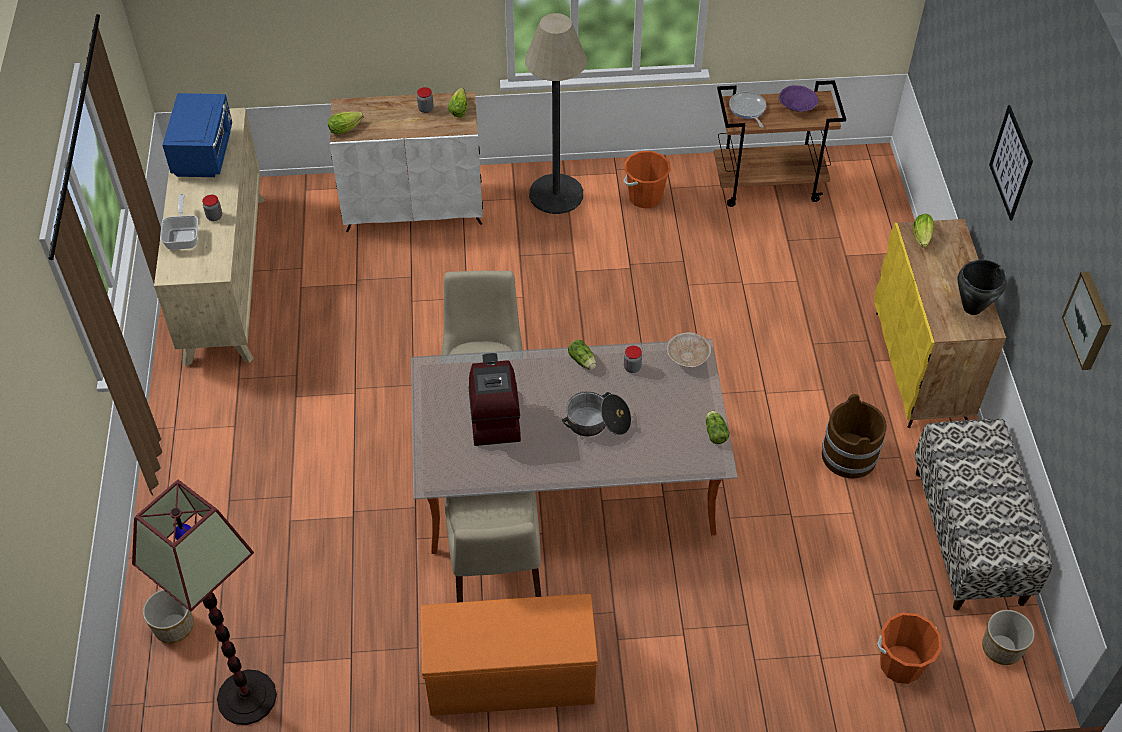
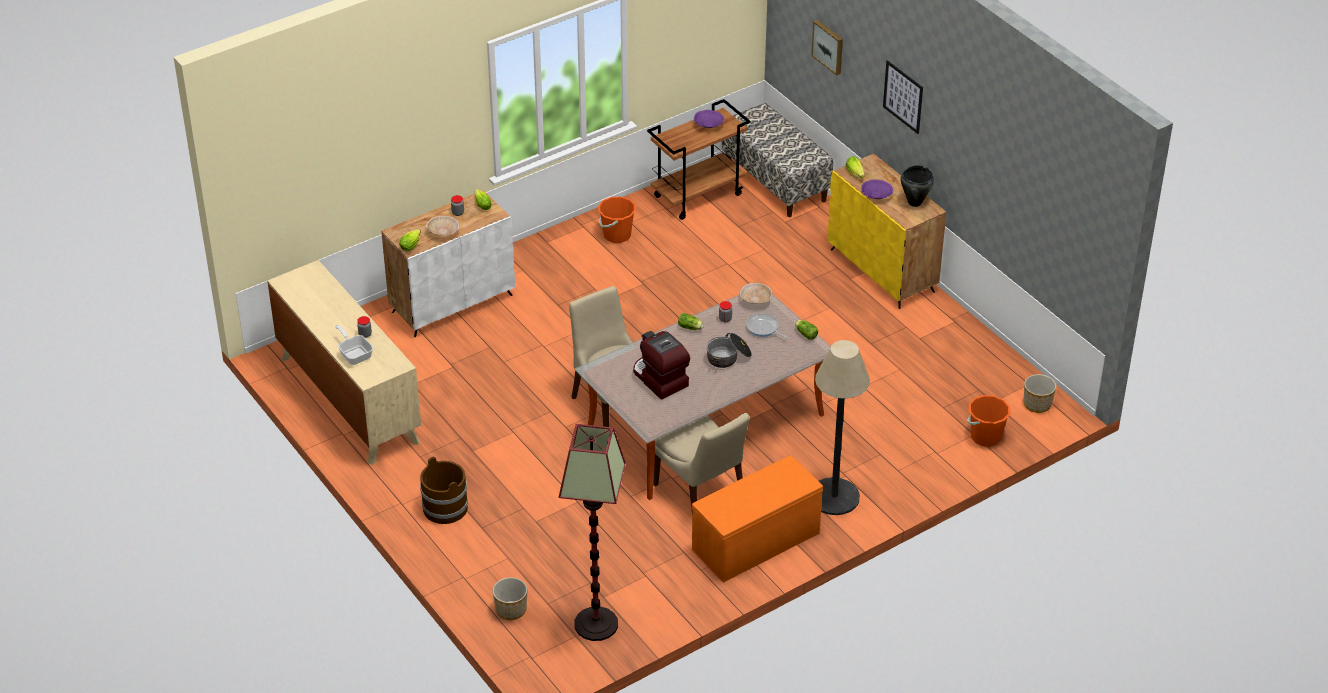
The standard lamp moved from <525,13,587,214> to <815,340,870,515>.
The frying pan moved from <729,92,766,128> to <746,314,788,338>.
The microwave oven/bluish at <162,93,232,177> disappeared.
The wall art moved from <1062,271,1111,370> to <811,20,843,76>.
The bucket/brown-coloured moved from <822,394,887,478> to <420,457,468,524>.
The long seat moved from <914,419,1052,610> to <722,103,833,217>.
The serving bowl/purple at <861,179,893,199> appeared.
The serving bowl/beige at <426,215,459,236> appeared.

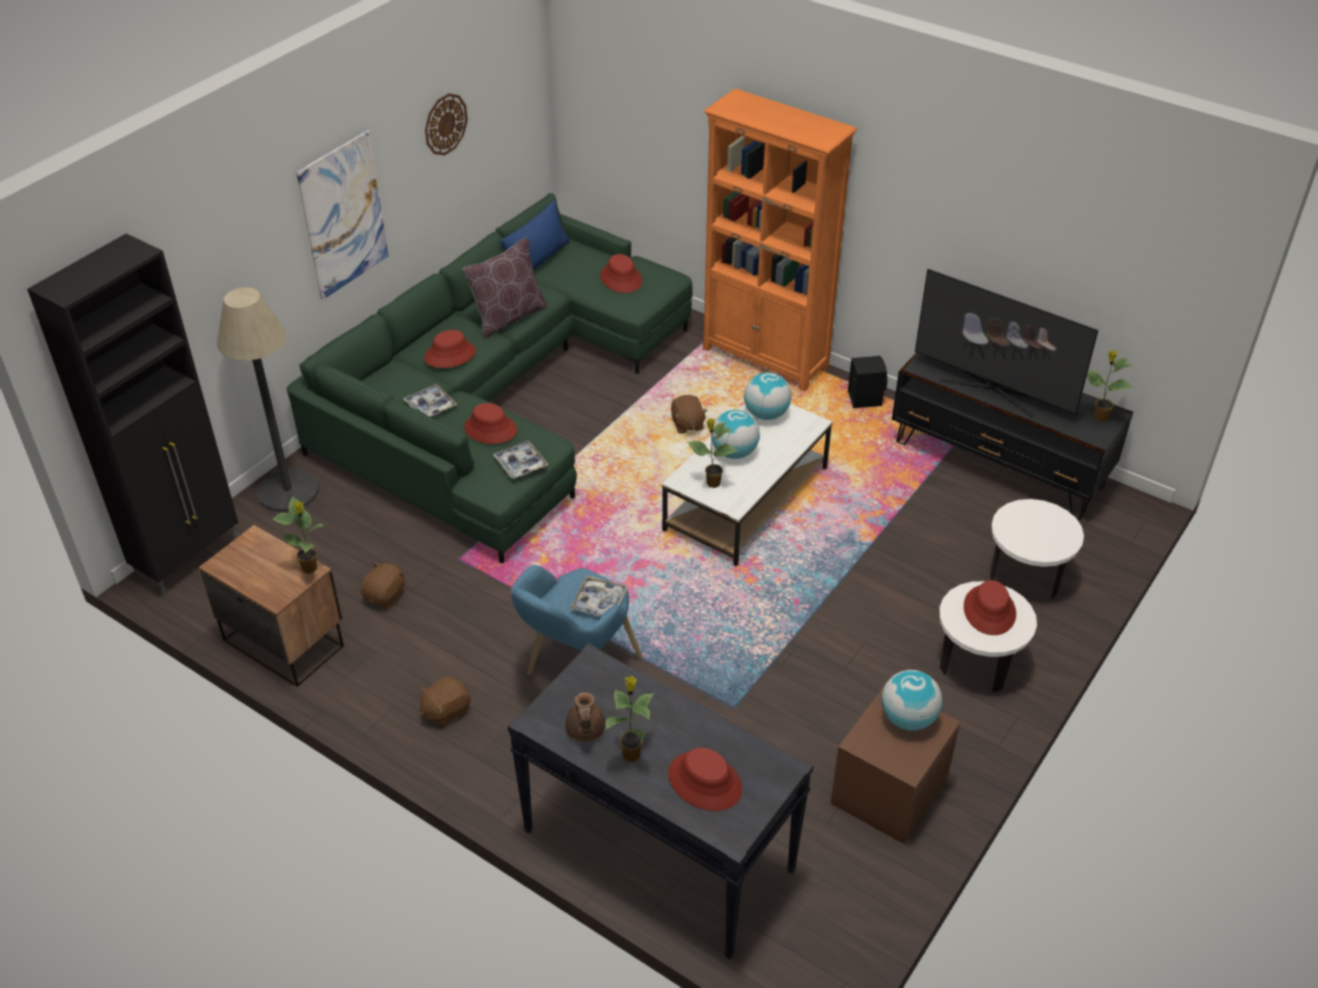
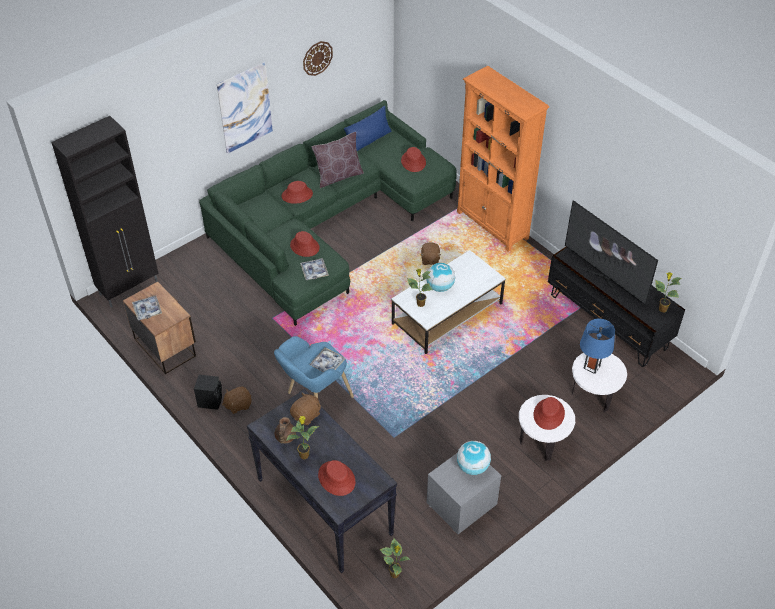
The standard lamp at <217,287,319,512> disappeared.
The speaker/black-coloured moved from <848,356,888,408> to <194,375,222,410>.
The globe at <744,372,791,420> disappeared.
The carrying tray moved from <403,384,457,417> to <132,296,162,320>.
The potted plant moved from <273,497,324,574> to <380,538,410,578>.
The plush toy/brown-coloured moved from <361,562,406,608> to <290,392,321,425>.
The nightstand/brown-coloured at <831,685,961,844> became the nightstand/greyish at <427,453,501,534>.
The lamp for a table/bluish at <580,319,615,374> appeared.

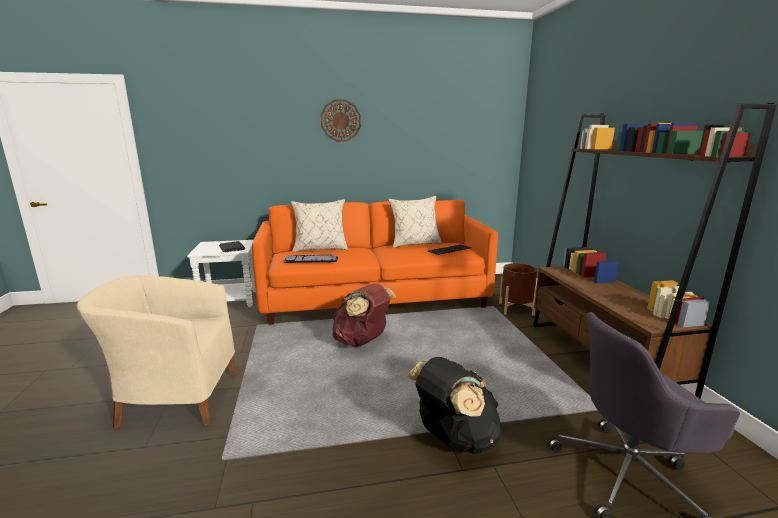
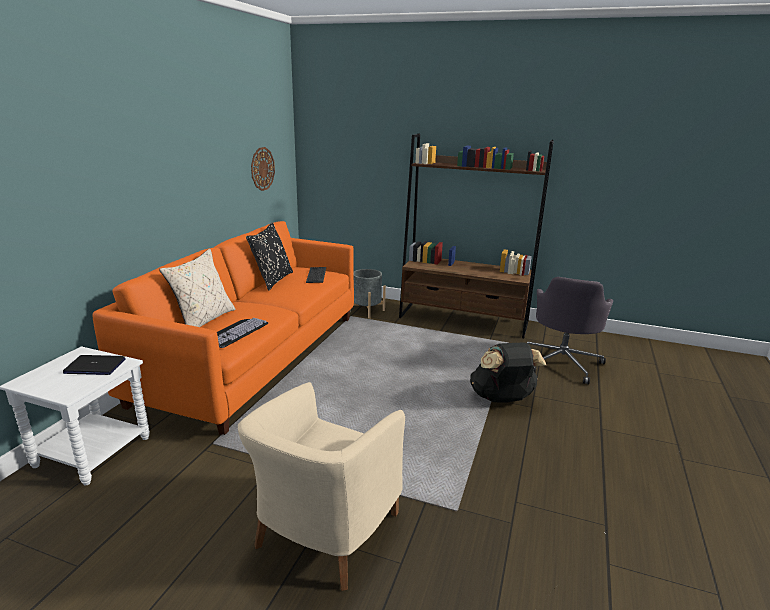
The wall clock moved from <320,99,361,142> to <251,147,275,191>.
The pillow/beige at <388,196,442,248> became the pillow/black-coloured at <246,222,293,291>.
The plant pot/brown-coloured at <499,263,537,316> became the plant pot/greyish at <350,269,386,319>.
The rucksack/brown-coloured at <333,284,396,347> disappeared.

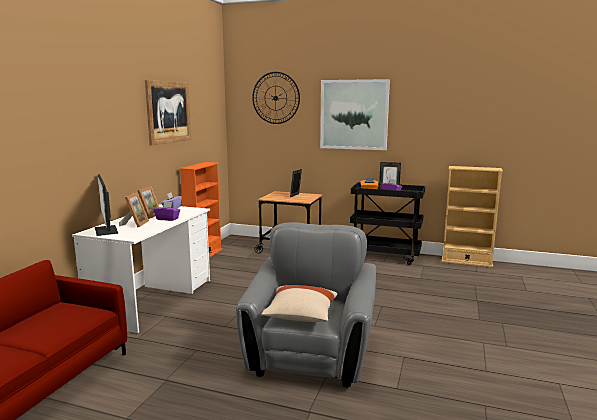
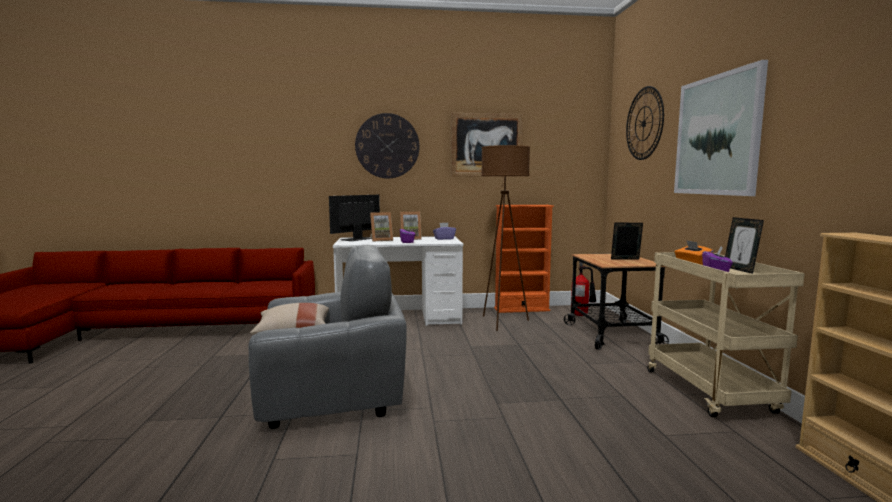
The cart/black-coloured at <350,182,425,265> became the cart/beige at <647,252,805,417>.
The wall clock at <355,113,420,178> appeared.
The standard lamp/brown-coloured at <481,145,530,331> appeared.
The fire extinguisher at <571,262,597,316> appeared.

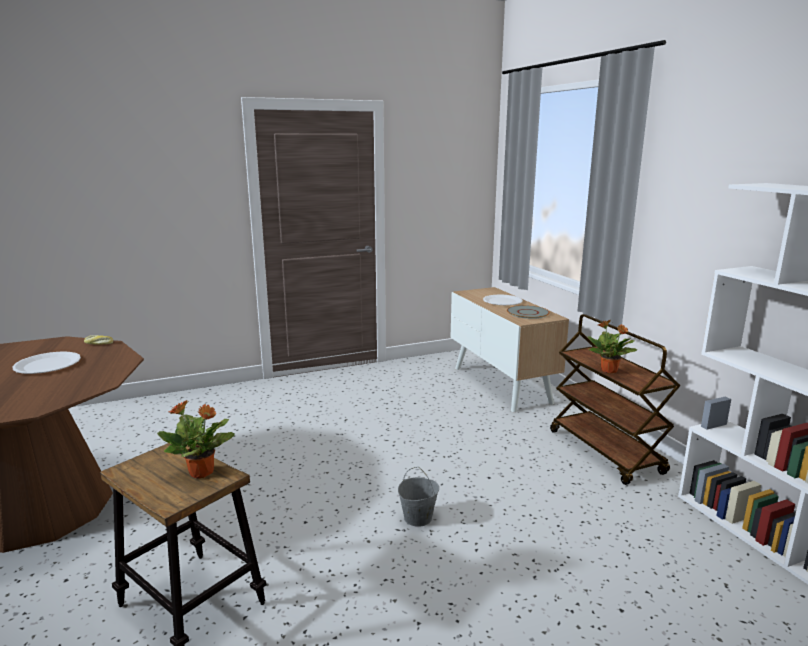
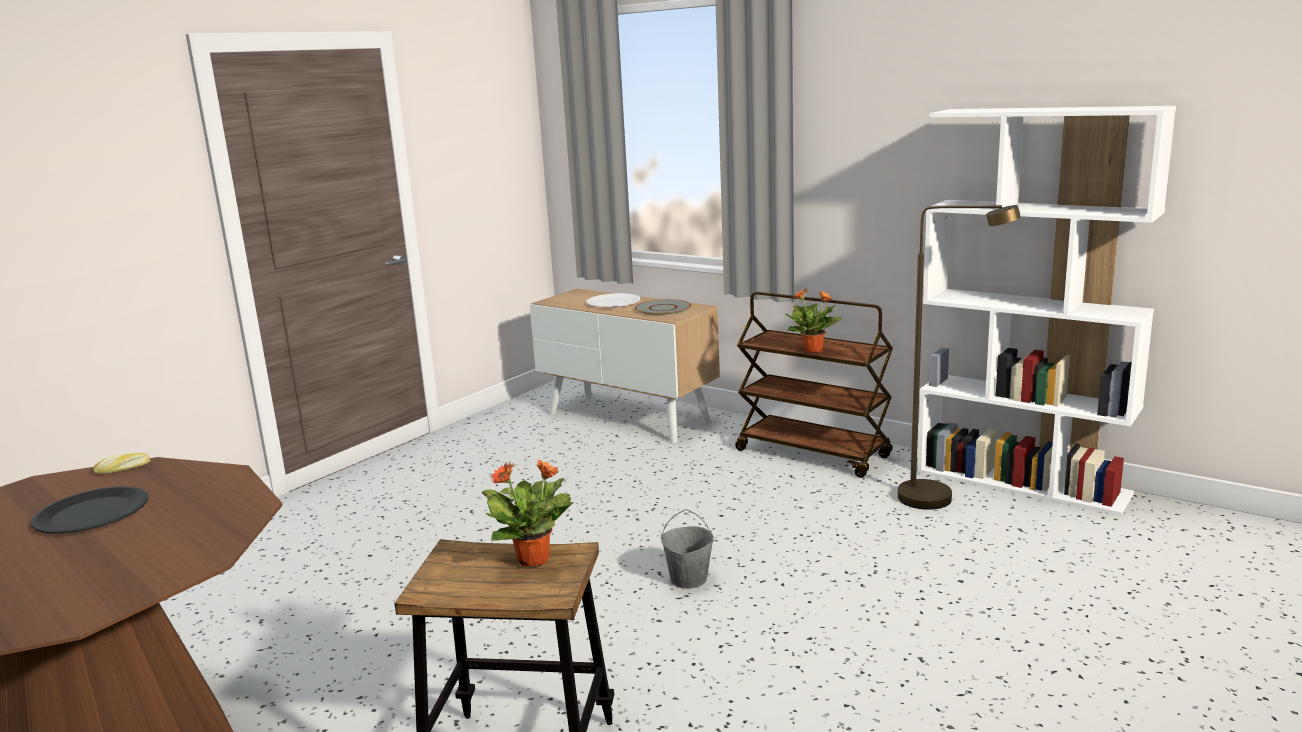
The flat dish/white-coloured at <12,352,81,374> became the flat dish/black-coloured at <31,486,148,534>.
The standard lamp/brown-coloured at <898,205,1021,510> appeared.

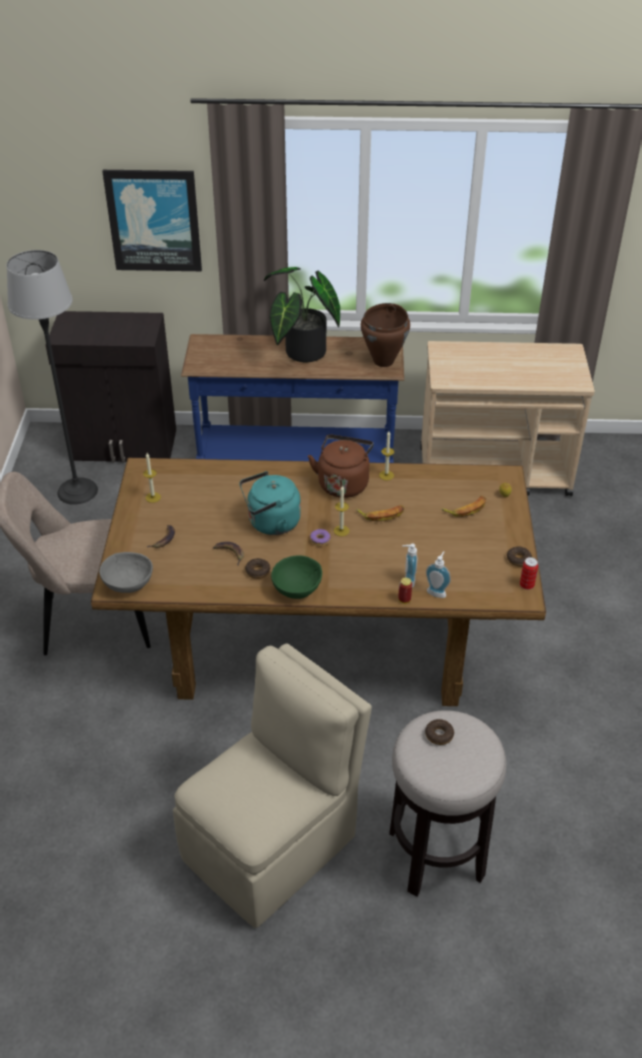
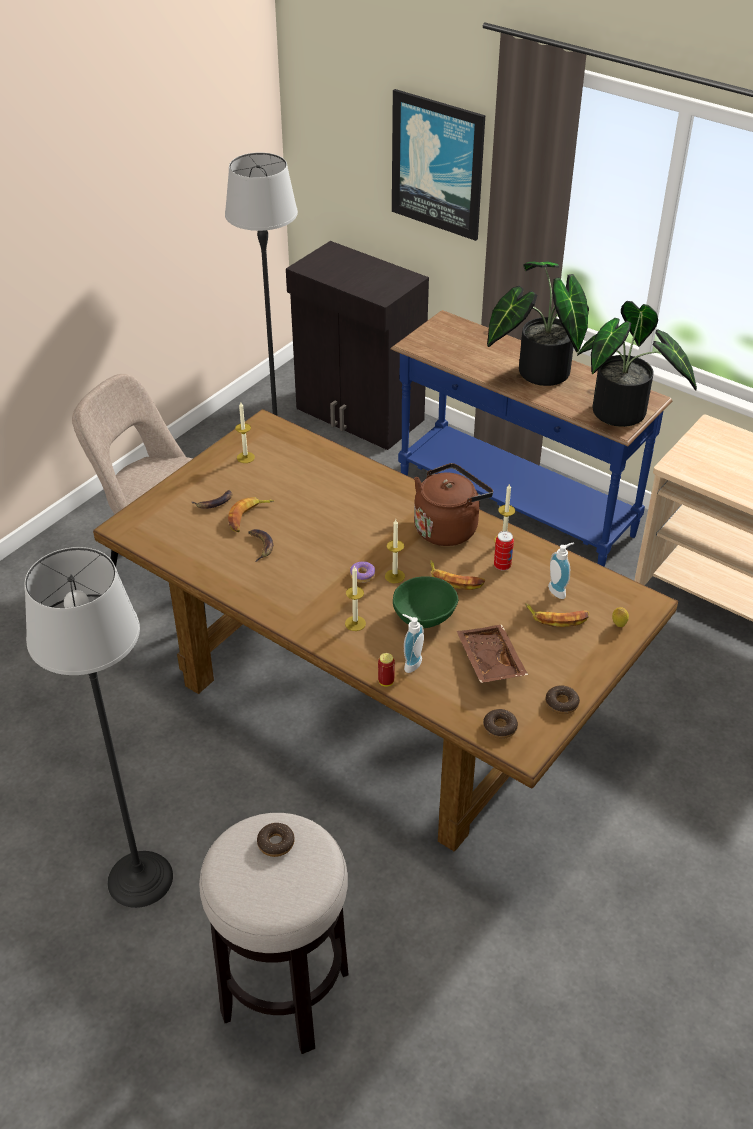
The saucepot/brown-coloured at <361,303,410,367> was replaced by the potted plant at <577,301,697,427>.
The tea kettle/turquoise at <239,471,301,535> disappeared.
The soap bottle moved from <426,551,451,598> to <548,542,574,599>.
The serving bowl/greyish at <99,552,153,593> disappeared.
The serving bowl/green-coloured moved from <271,556,322,599> to <393,576,458,628>.
The sealed can moved from <520,557,538,590> to <494,531,514,571>.
The doughnut moved from <245,558,270,579> to <483,709,518,739>.
The plain chair/beige at <173,643,372,928> was replaced by the standard lamp at <24,547,173,908>.
The banana at <228,497,274,532> appeared.
The wax light at <345,565,366,631> appeared.
The carrying tray/brown-coloured at <457,625,528,683> appeared.

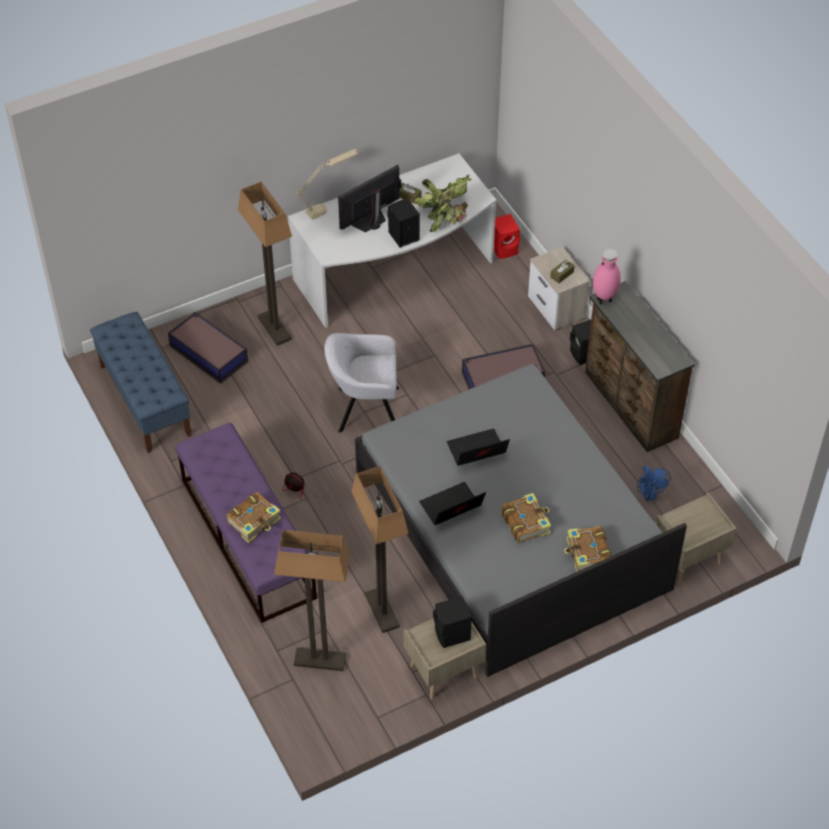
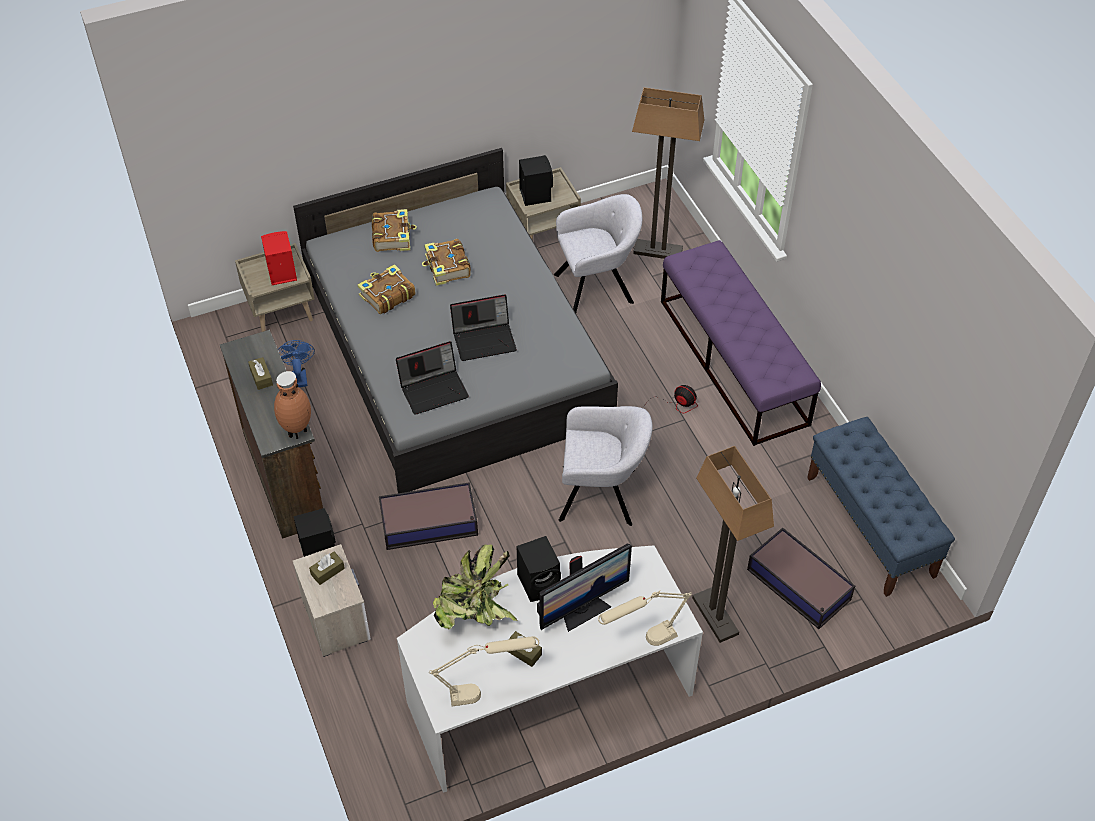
The speaker/red moved from <494,214,520,259> to <261,231,297,285>.
The vase/pink at <593,249,621,305> became the vase/brown-coloured at <274,371,311,439>.
The standard lamp at <351,466,409,633> was replaced by the armchair/greyish at <554,194,642,313>.
The portable computer moved from <419,482,486,525> to <396,341,469,415>.
The book moved from <226,492,281,543> to <357,264,415,314>.
The tissue box/brown-coloured at <248,357,273,390> appeared.
The lamp for a table/beige at <429,636,539,706> appeared.

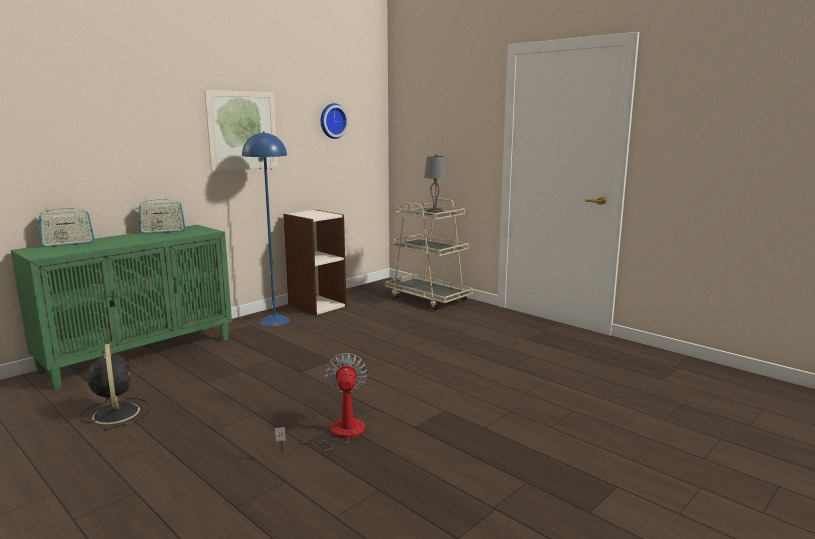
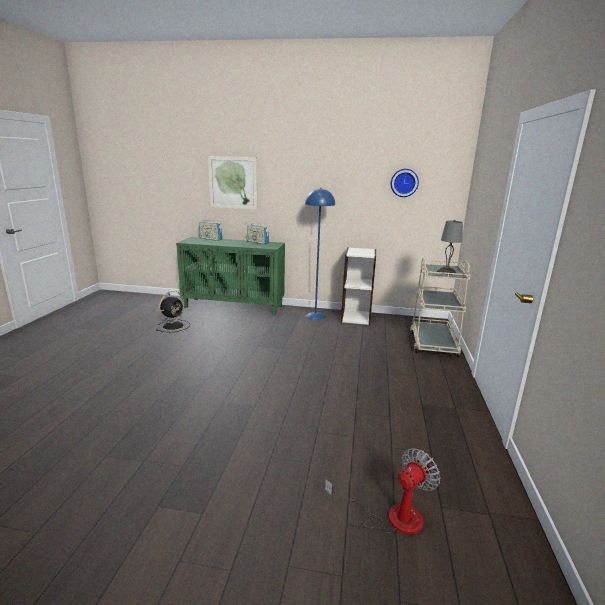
The wall art moved from <204,90,278,171> to <208,156,257,210>.
The electric fan moved from <275,353,368,454> to <325,448,440,535>.

